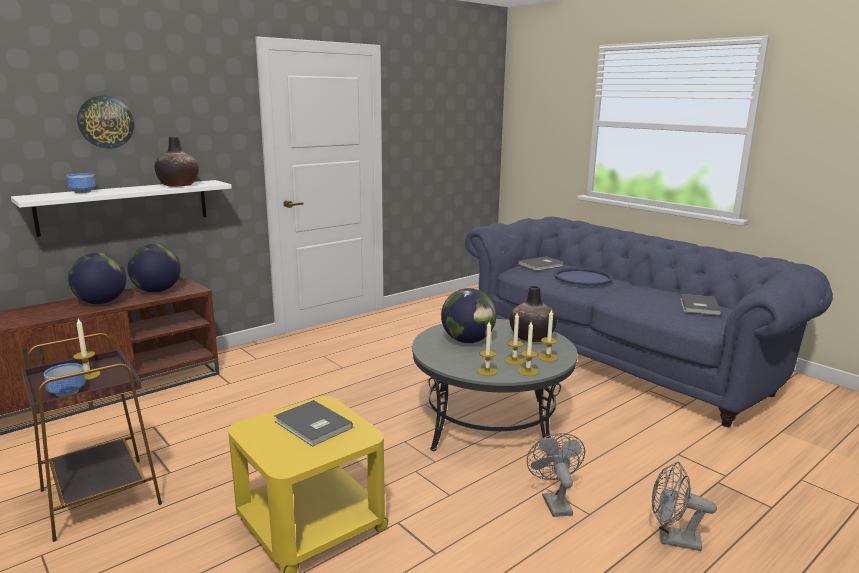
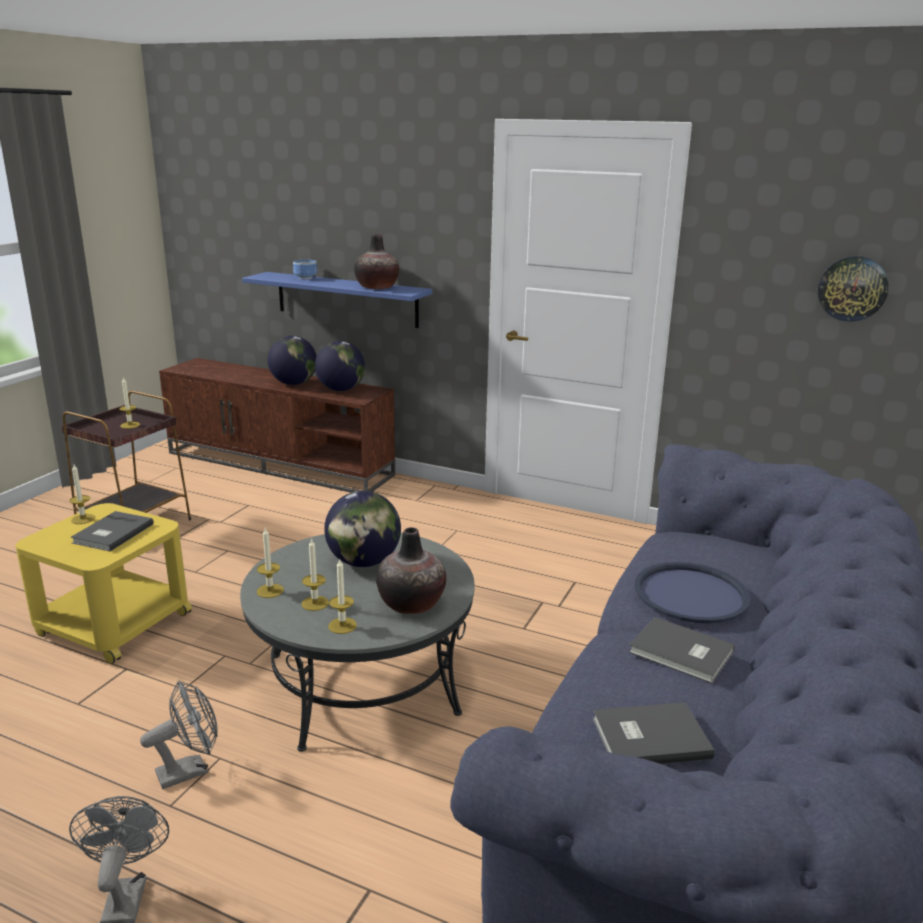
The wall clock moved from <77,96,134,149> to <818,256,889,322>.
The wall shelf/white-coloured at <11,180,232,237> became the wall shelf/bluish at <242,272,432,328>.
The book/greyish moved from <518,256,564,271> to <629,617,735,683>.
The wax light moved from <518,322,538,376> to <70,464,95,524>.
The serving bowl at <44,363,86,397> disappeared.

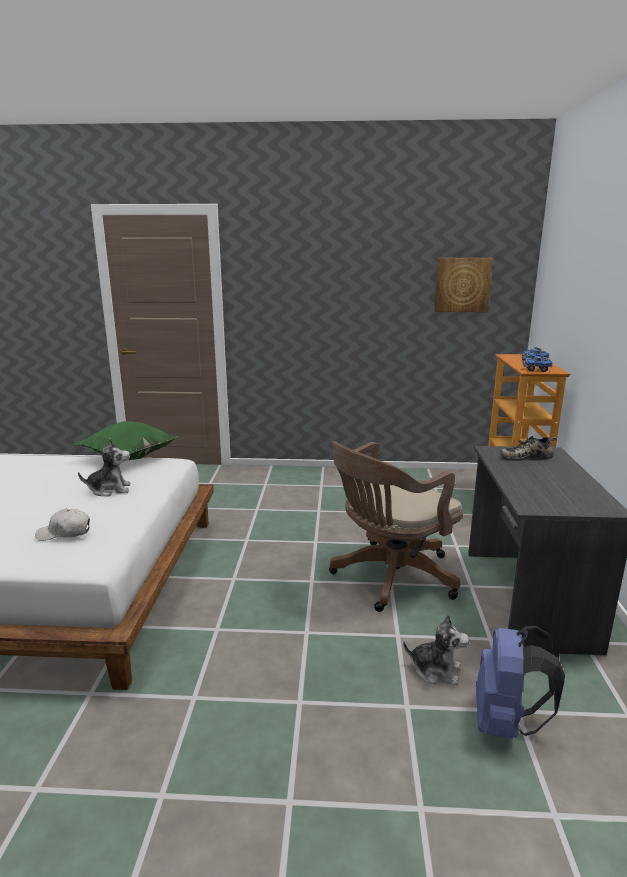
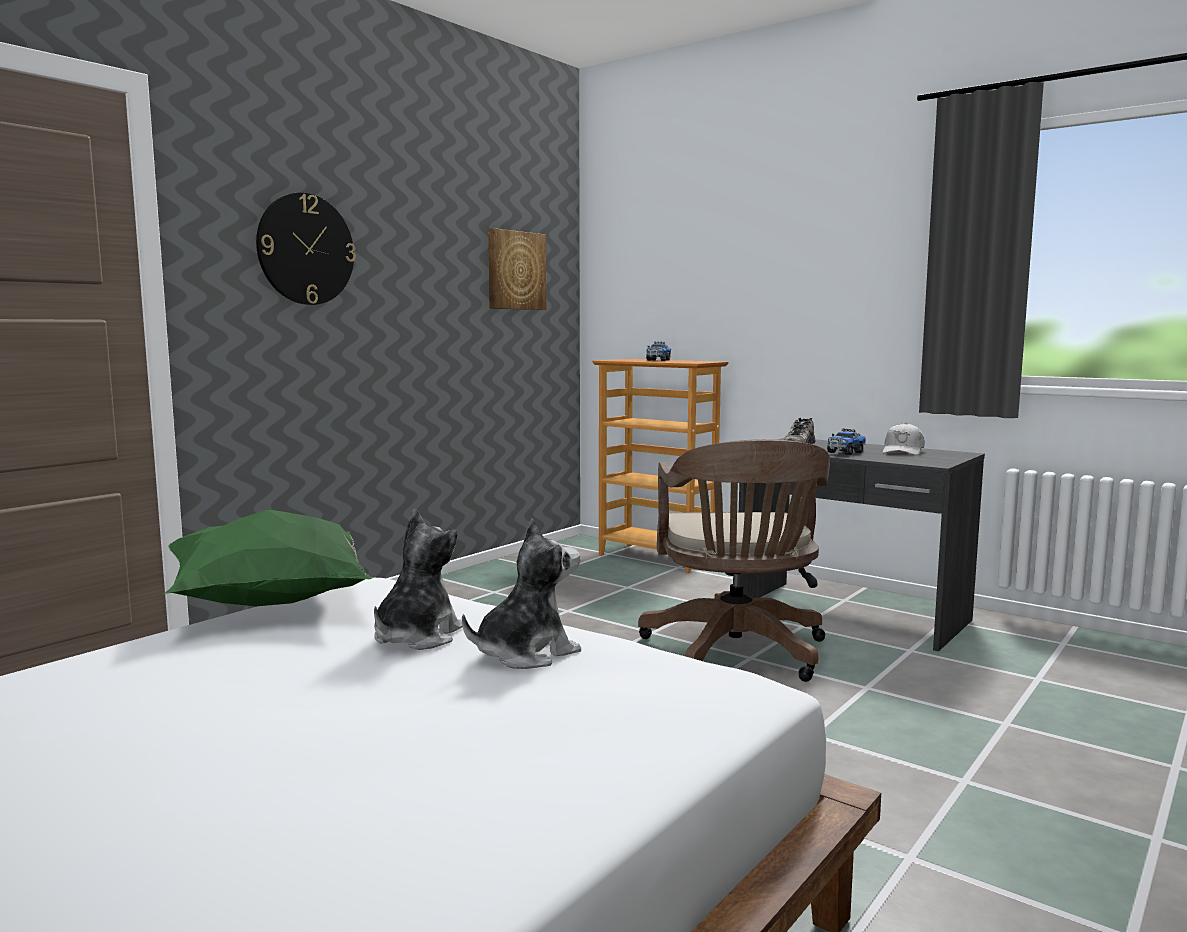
The toy truck moved from <522,354,553,372> to <827,428,866,455>.
The cap/white-coloured moved from <35,508,90,541> to <883,423,925,455>.
The plush toy moved from <403,614,470,685> to <462,519,581,669>.
The rucksack/bluish at <476,626,565,739> disappeared.
The wall clock at <256,193,356,305> appeared.

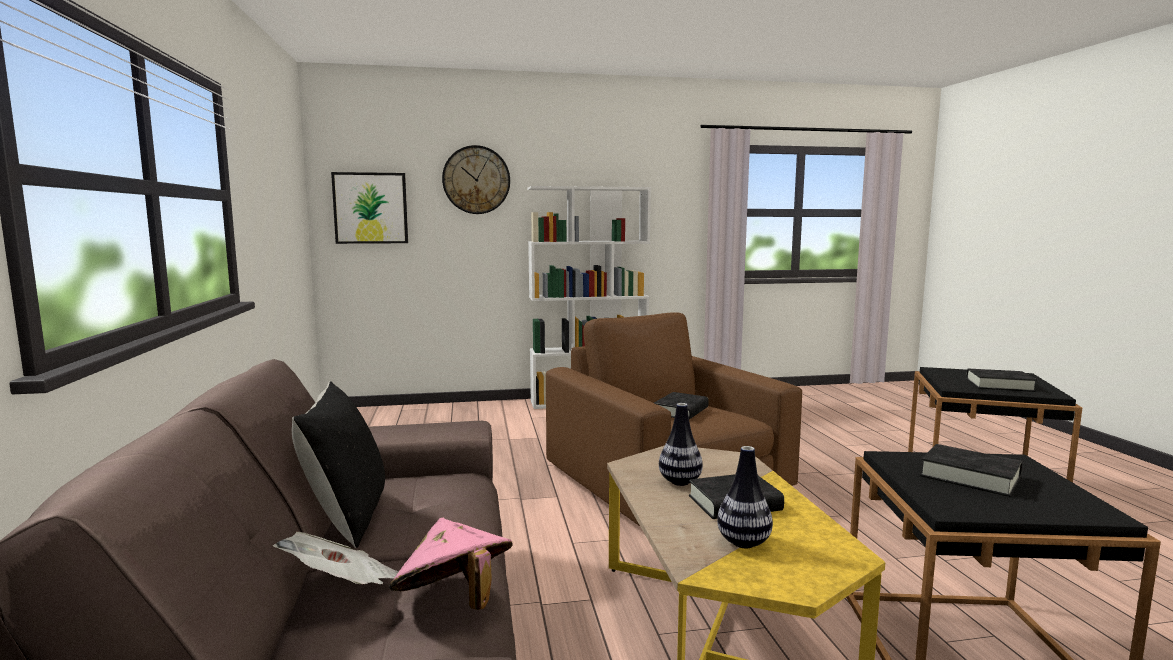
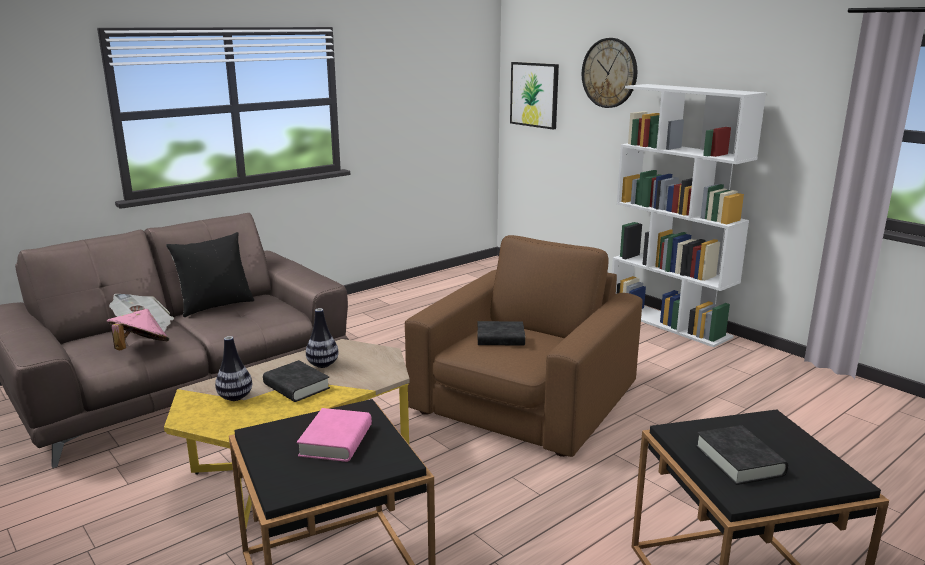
The book/black-coloured at <920,444,1023,497> became the book/pink at <297,408,372,462>.

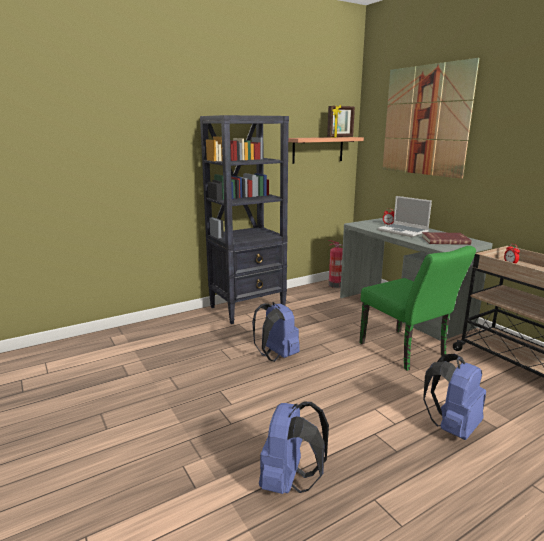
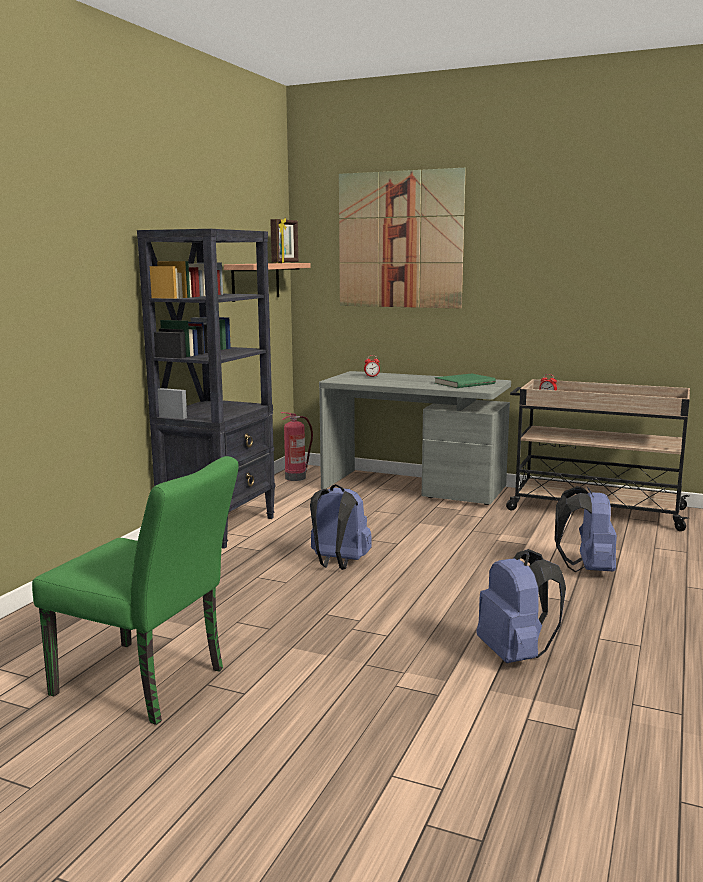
The portable computer at <377,196,432,237> disappeared.
The book/red at <422,232,472,245> became the book/green-coloured at <435,373,496,388>.
The plain chair/green-coloured moved from <359,246,476,371> to <32,456,239,725>.

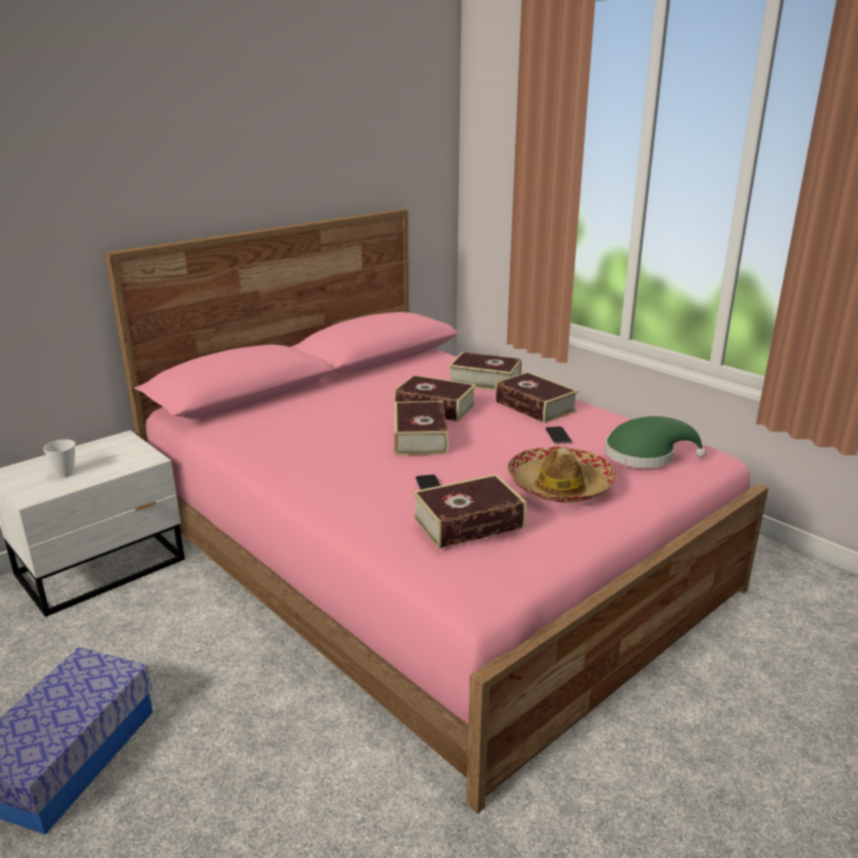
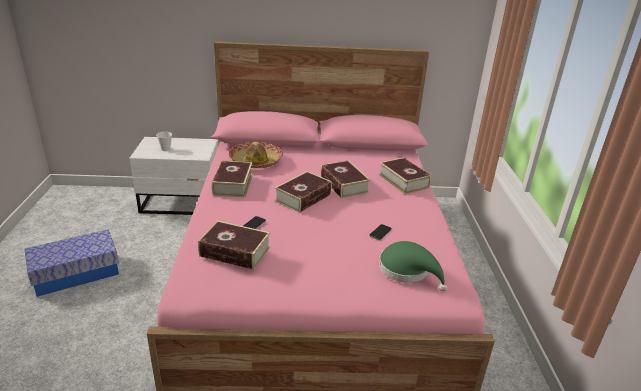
The book moved from <495,372,578,423> to <212,161,253,198>.
The clothing hat moved from <508,447,616,503> to <229,142,283,168>.

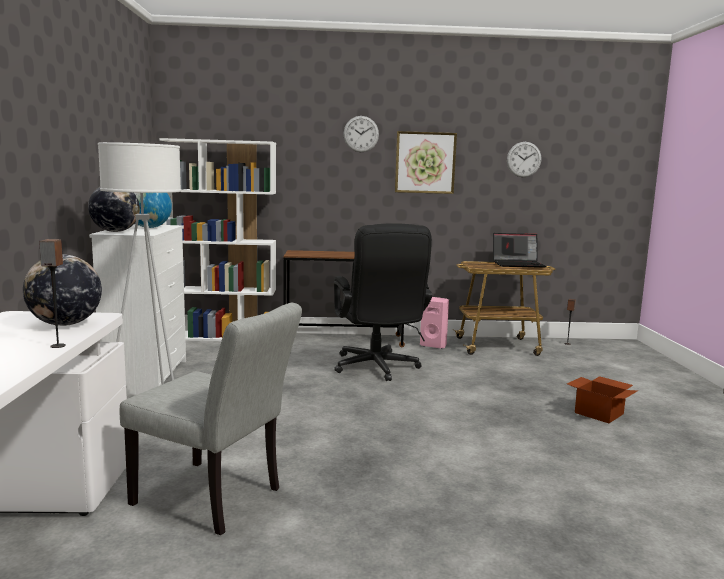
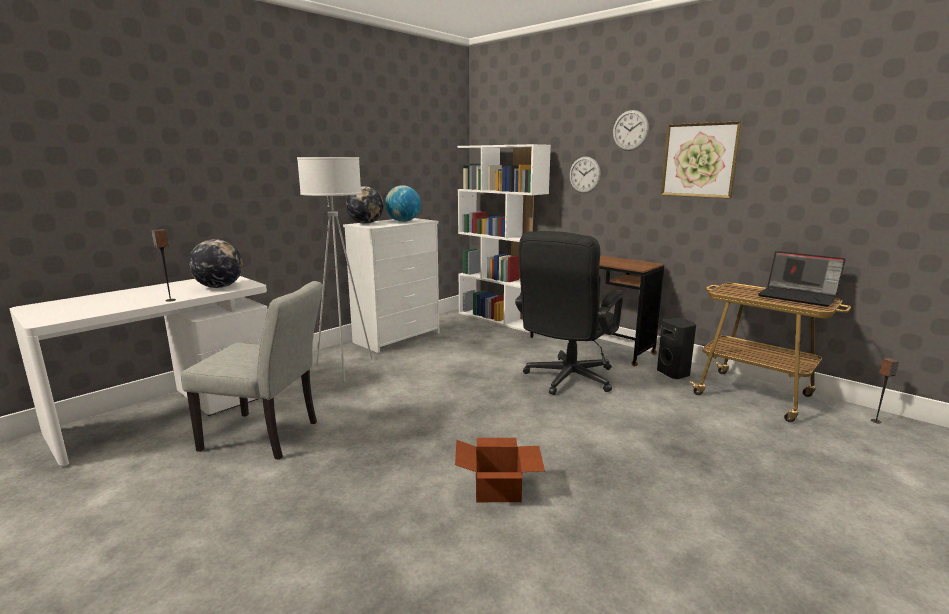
The wall clock moved from <507,142,542,177> to <569,156,601,193>.
The speaker/pink at <420,297,449,349> became the speaker/black-coloured at <657,318,696,379>.
The plain chair/greyish at <120,303,302,535> turned 60 degrees counterclockwise.
The carton moved from <567,376,638,423> to <455,438,545,502>.

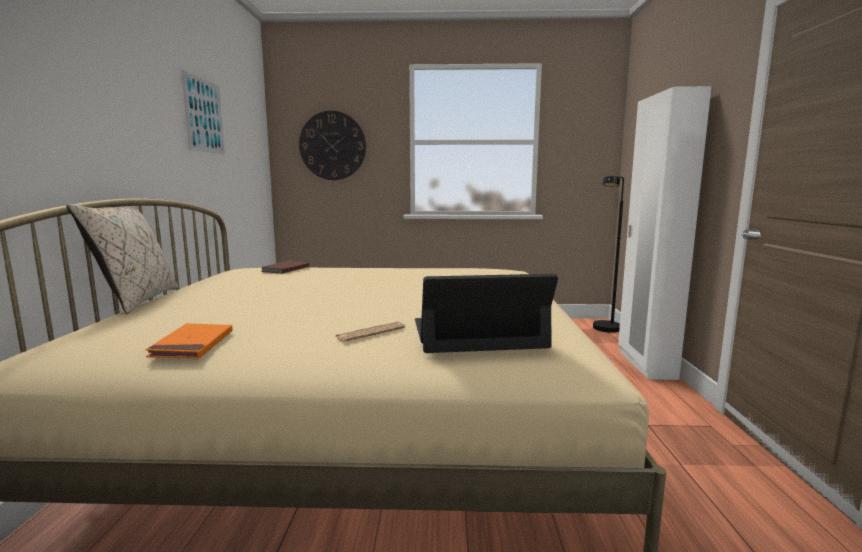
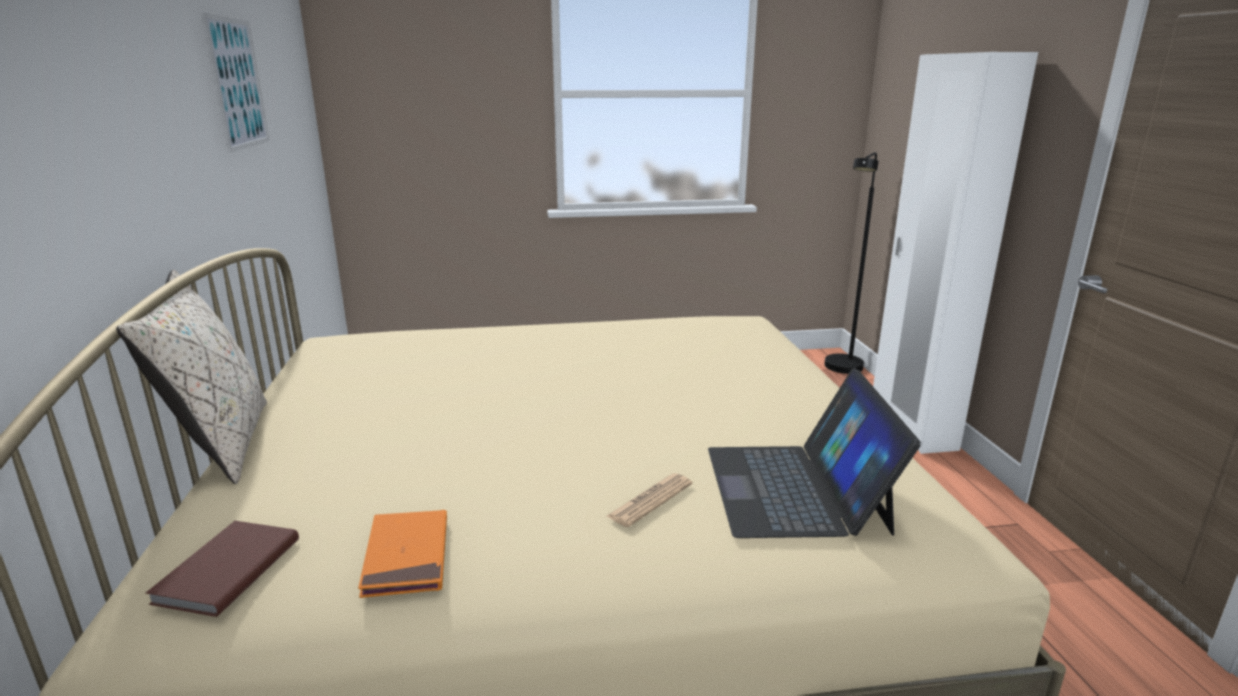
The wall clock at <299,111,366,180> disappeared.
The book/brown-coloured moved from <262,261,309,274> to <146,521,299,617>.
The portable computer at <415,274,558,353> turned 75 degrees counterclockwise.

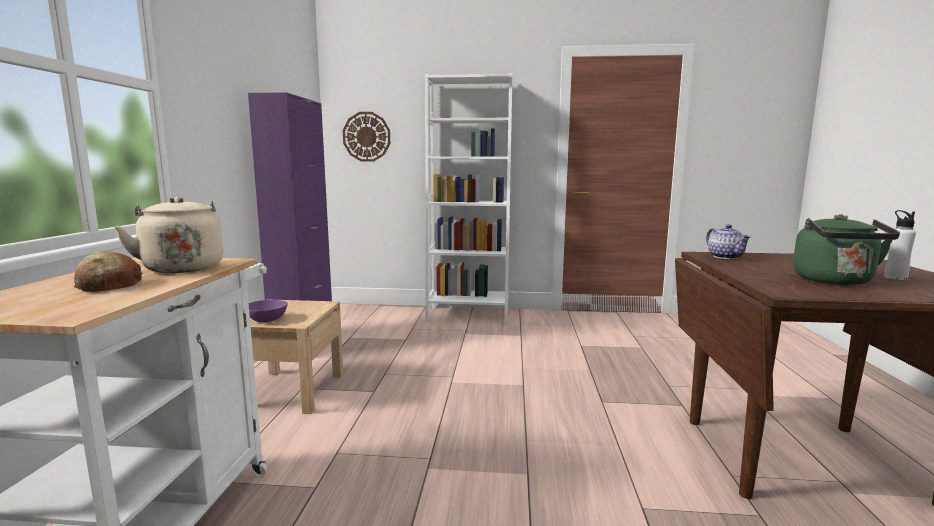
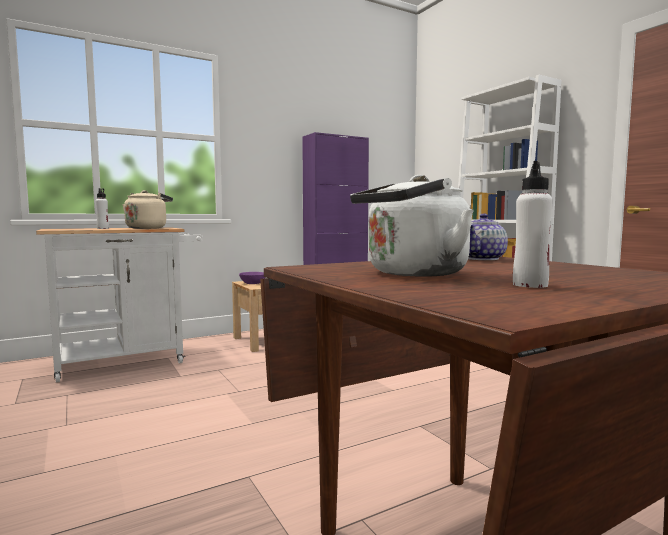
The wall clock at <343,112,390,162> disappeared.
The tea kettle/green-coloured at <793,214,900,285> became the tea kettle/white-coloured at <350,175,474,277>.
The bakery bread at <74,252,142,292> was replaced by the bottle/white-coloured at <96,188,109,229>.

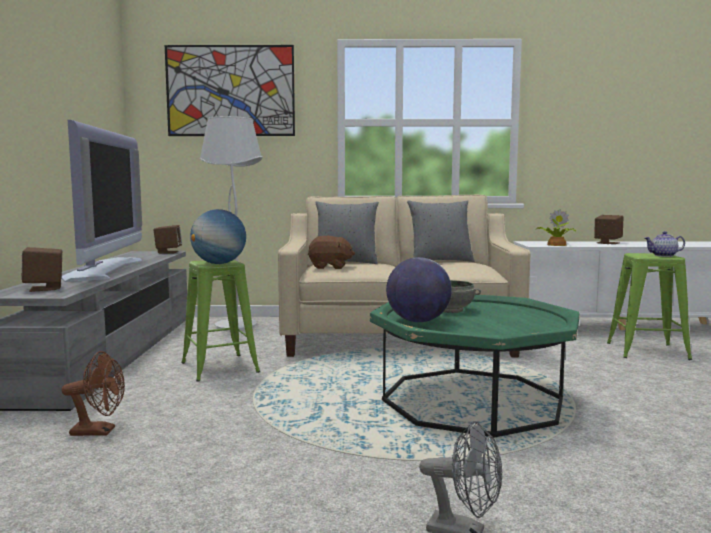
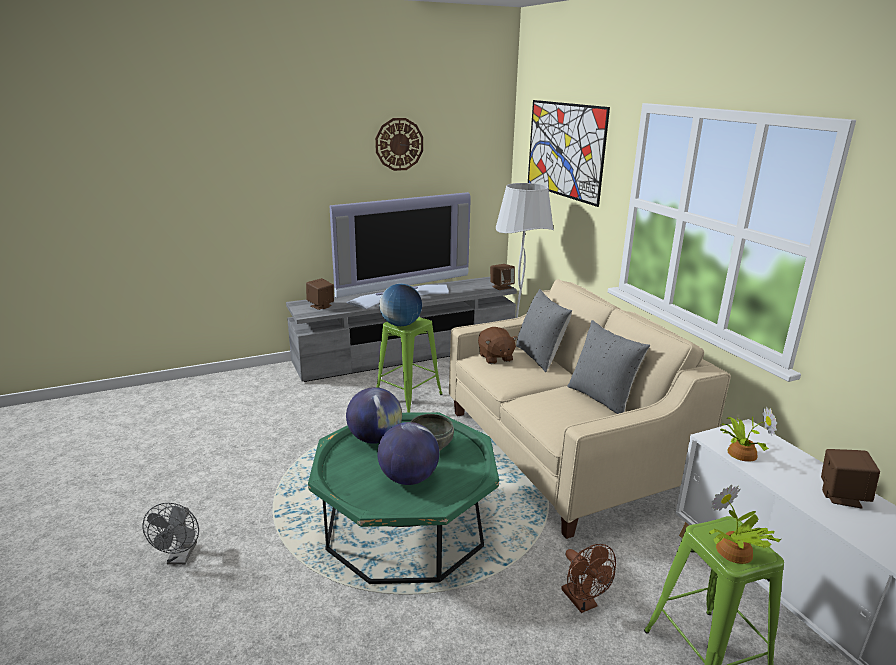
The pot for tea at <645,231,685,257> was replaced by the potted plant at <709,485,781,564>.
The electric fan/brown-coloured moved from <61,351,125,436> to <561,544,616,613>.
The wall clock at <375,118,423,171> appeared.
The globe at <377,422,439,485> appeared.

